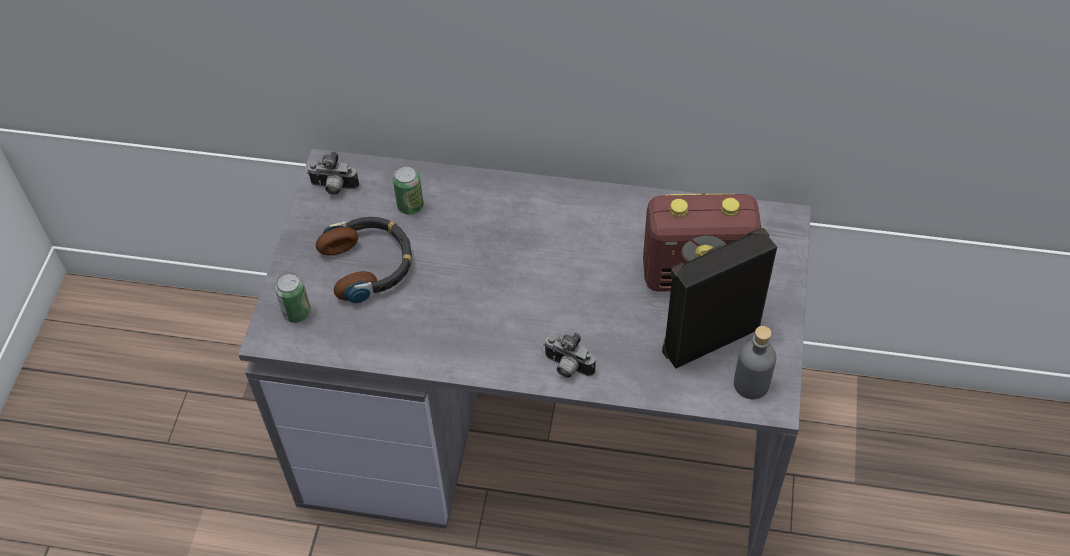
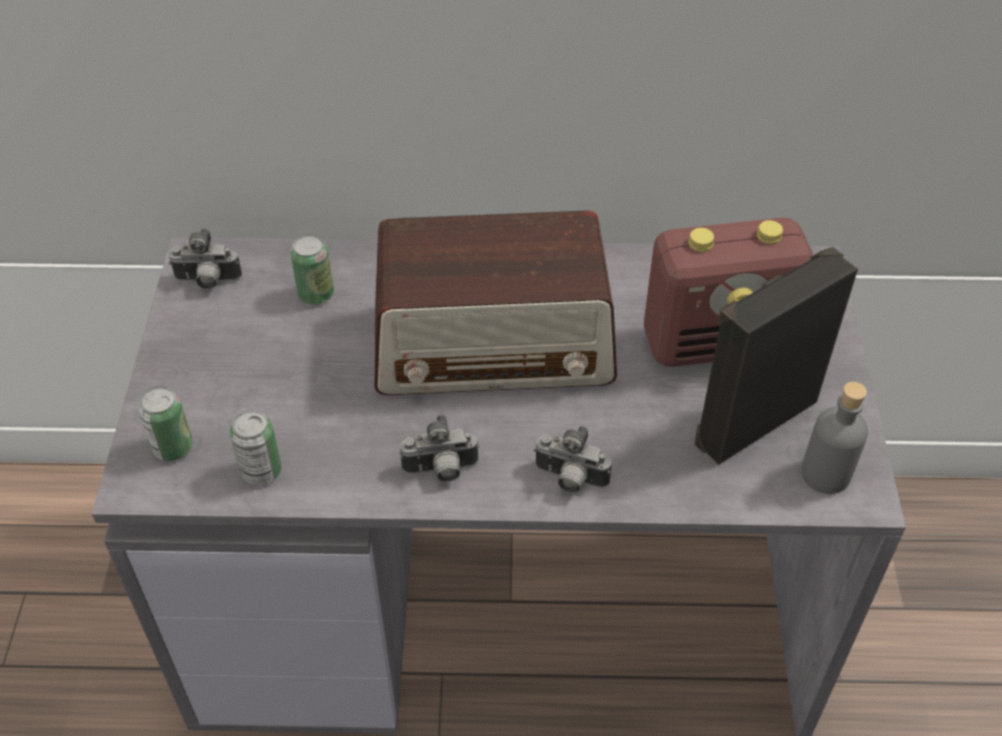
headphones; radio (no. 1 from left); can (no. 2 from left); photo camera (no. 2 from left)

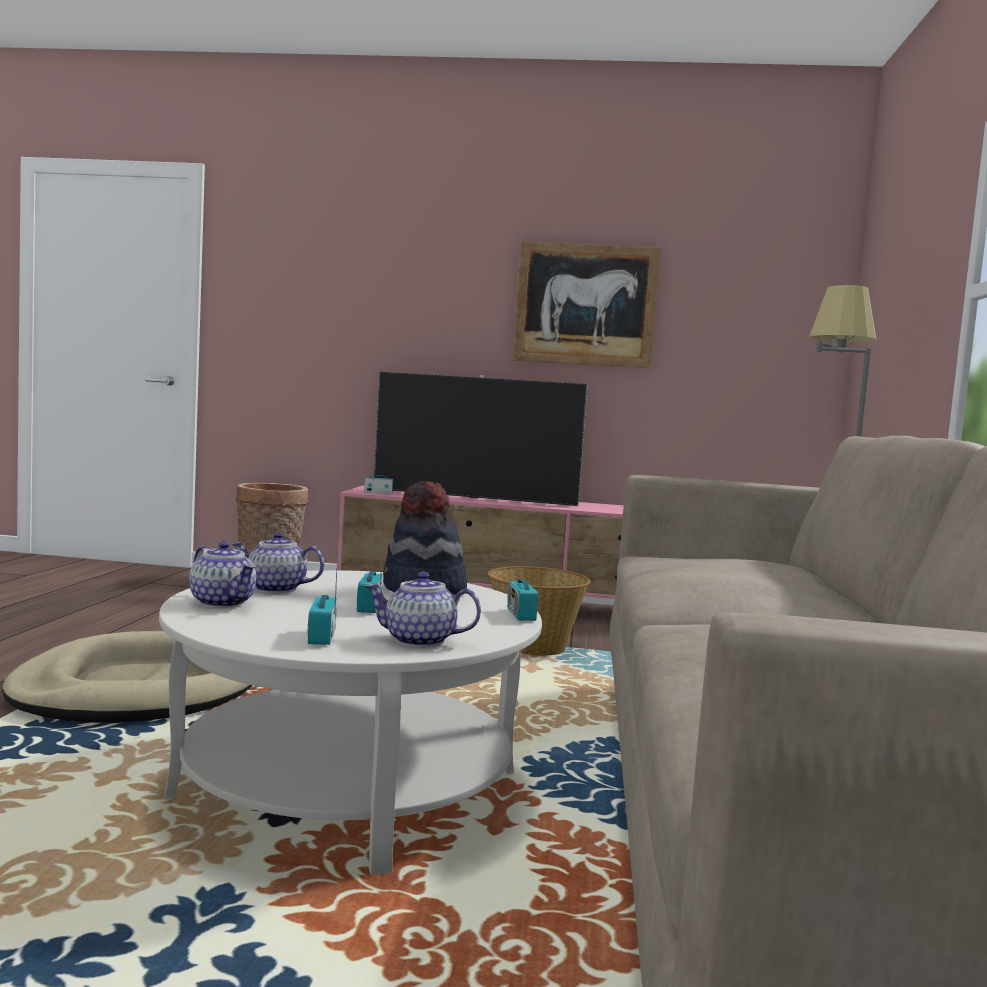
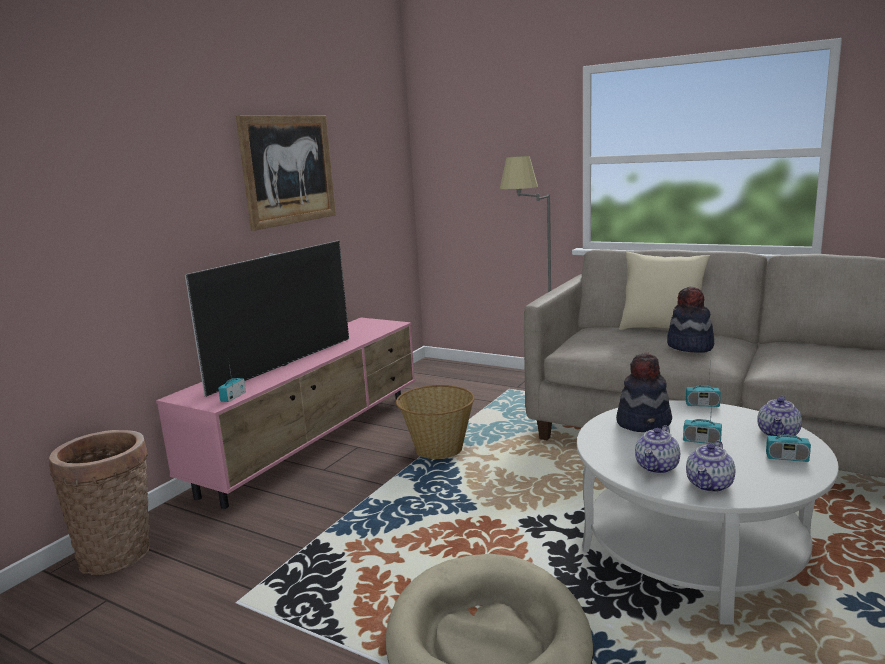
teapot (no. 2 from left); pillow (beige); hat (no. 2 from left)

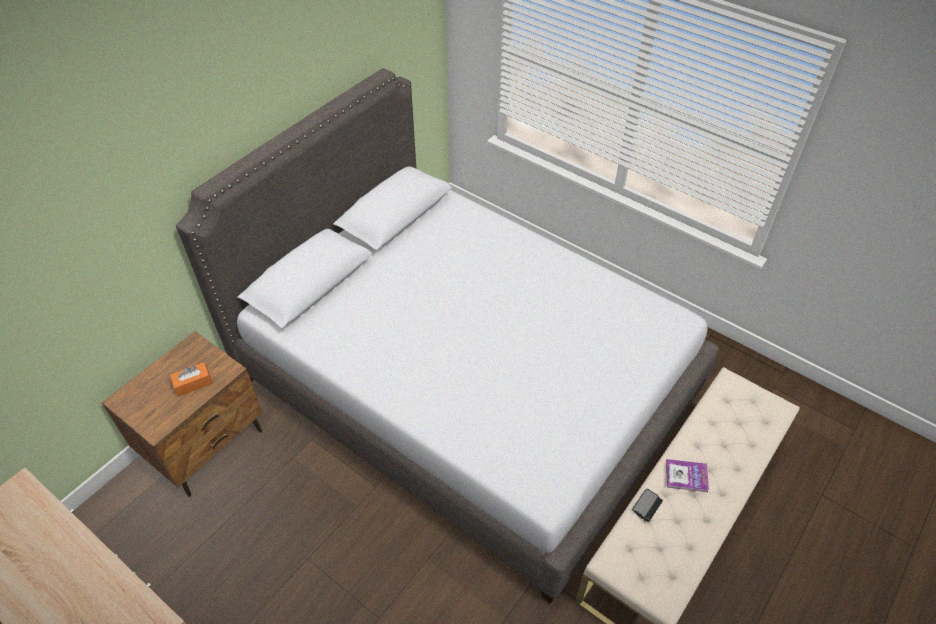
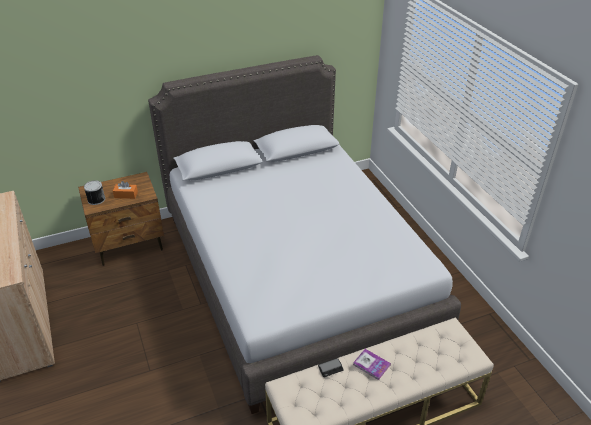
can

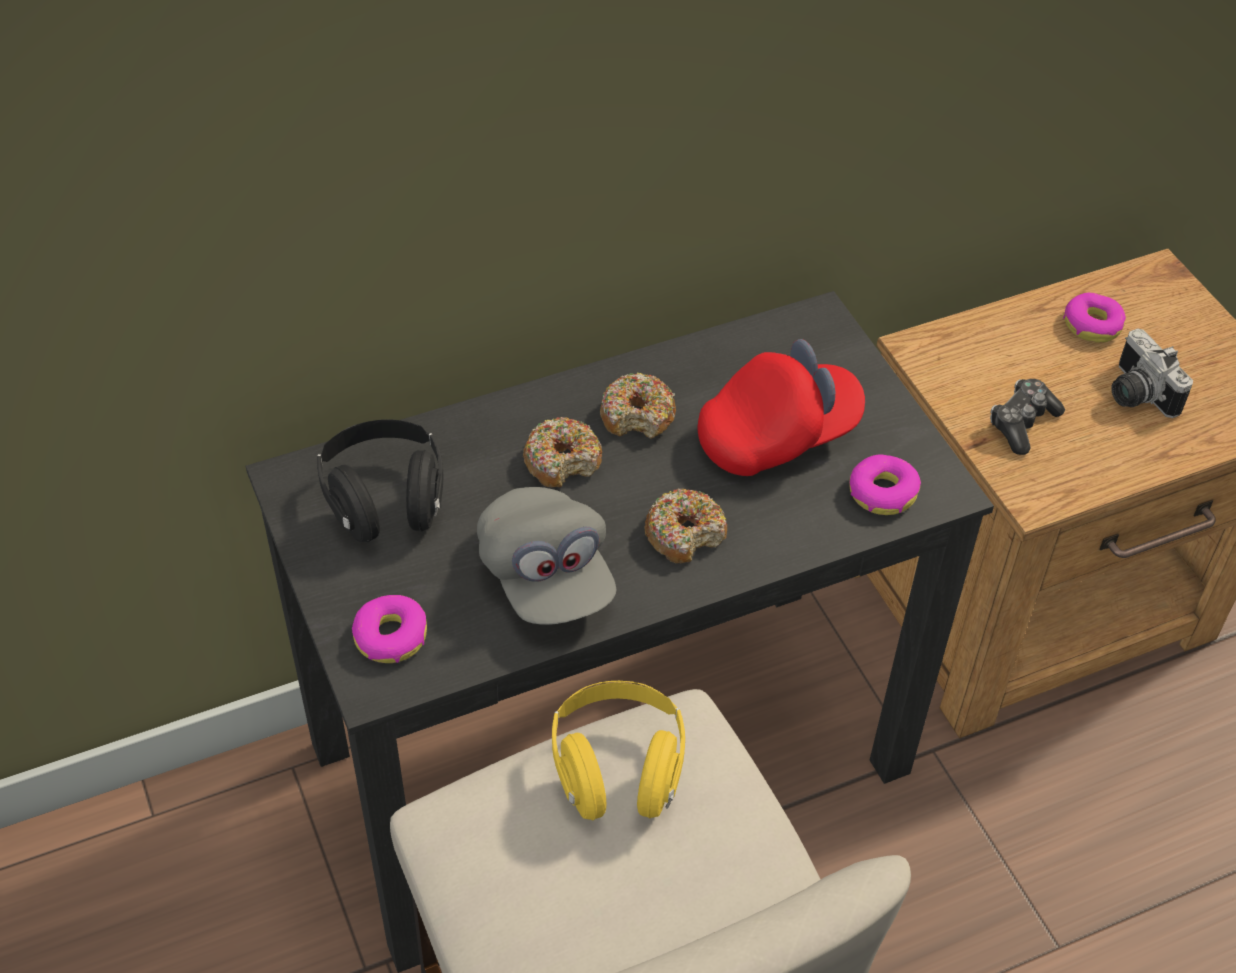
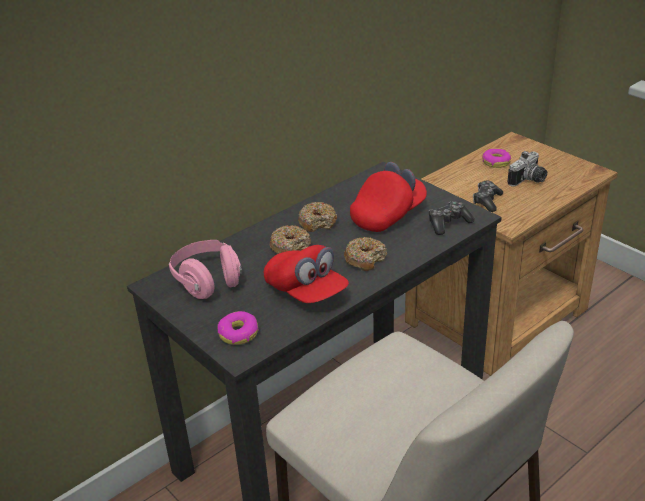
photo camera; headphones (pink); game controller (no. 1 from left); cap (red) (no. 1 from left); headphones (yellow)

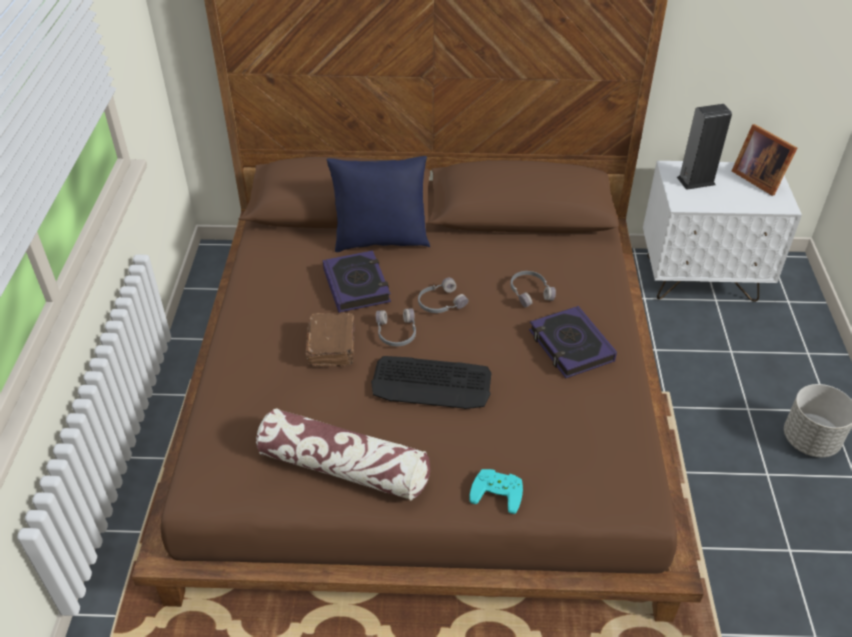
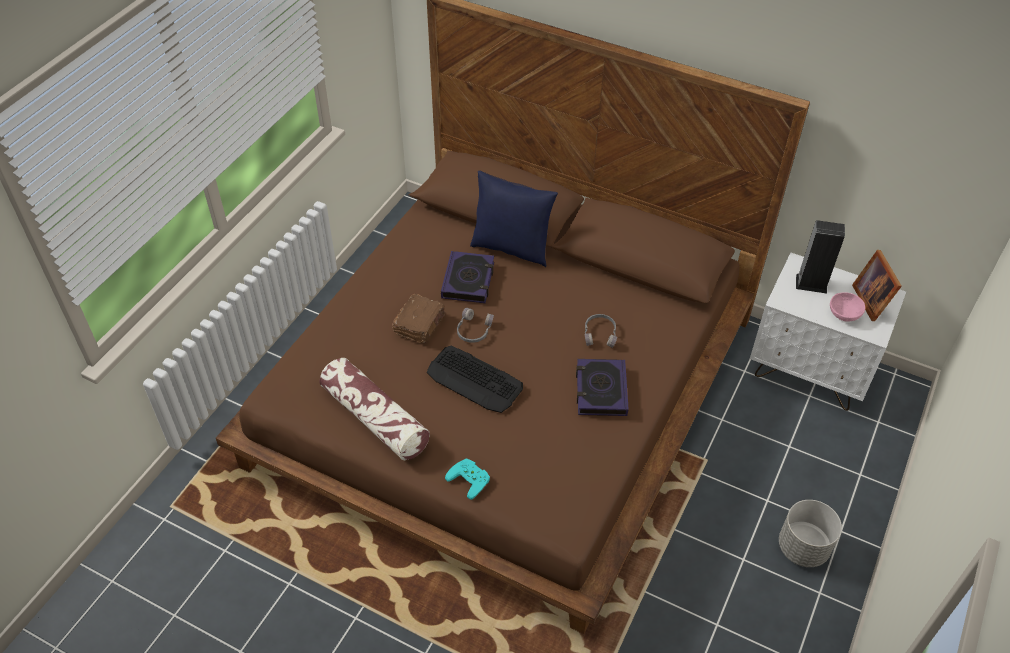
headphones (grey) (no. 2 from left in the first image); bowl (pink)

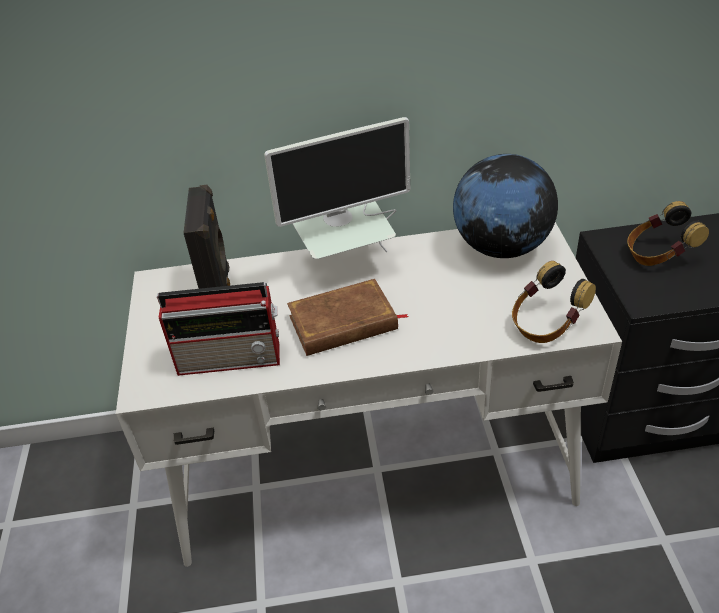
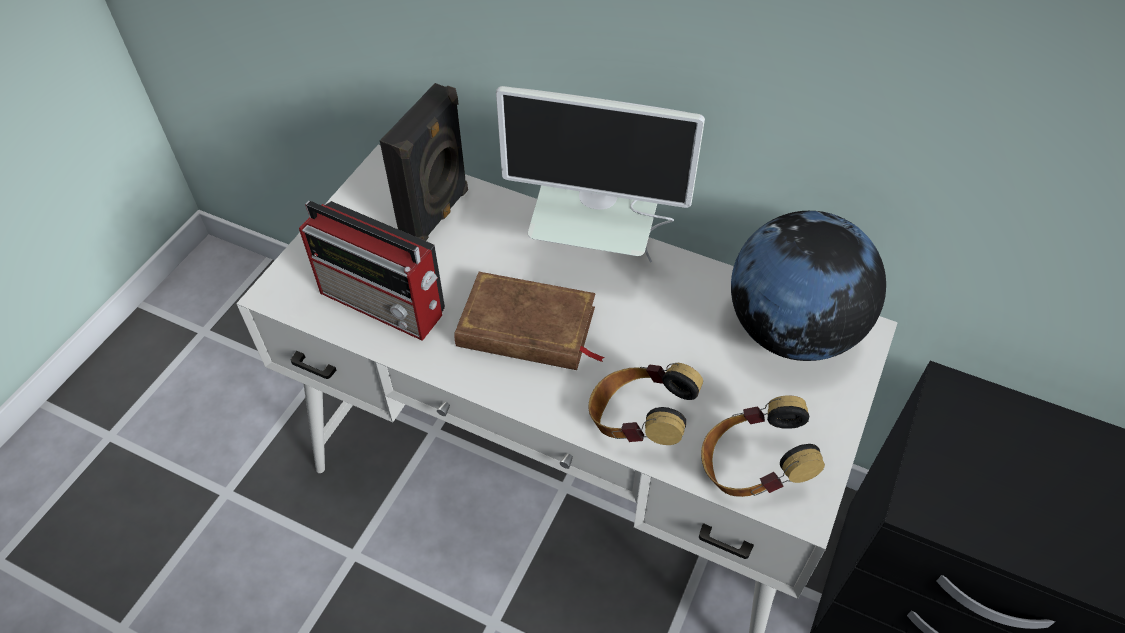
headphones (no. 1 from left)

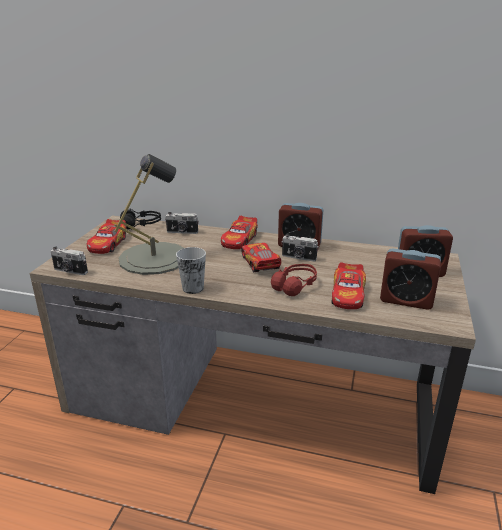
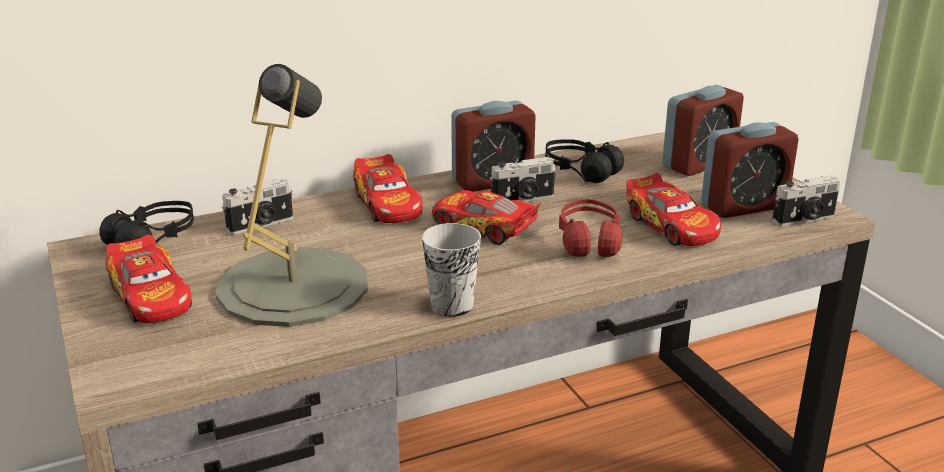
photo camera (no. 3 from left); headphones (black) (no. 2 from left)

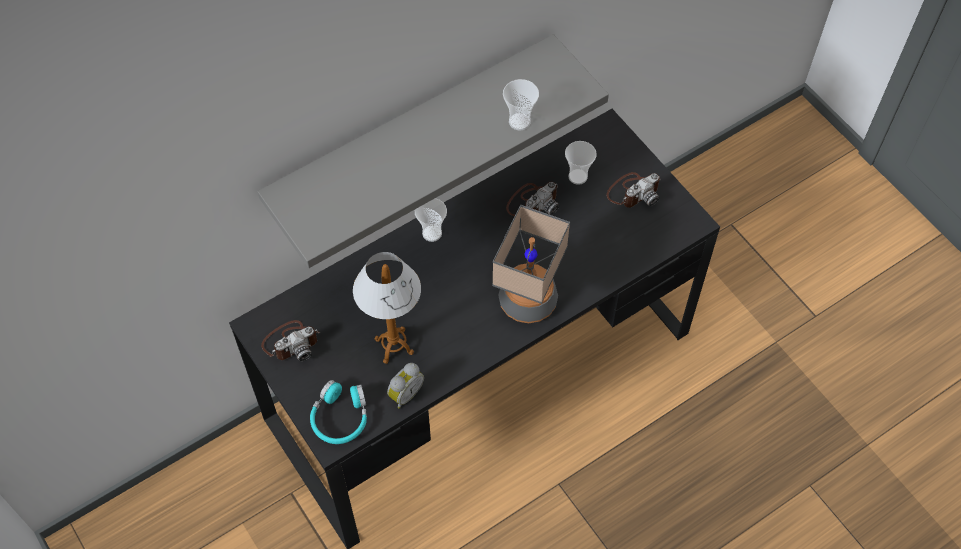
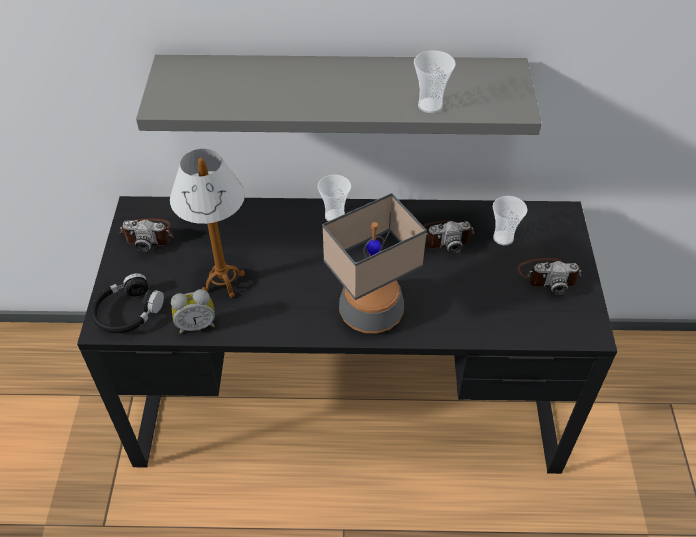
headphones (black)

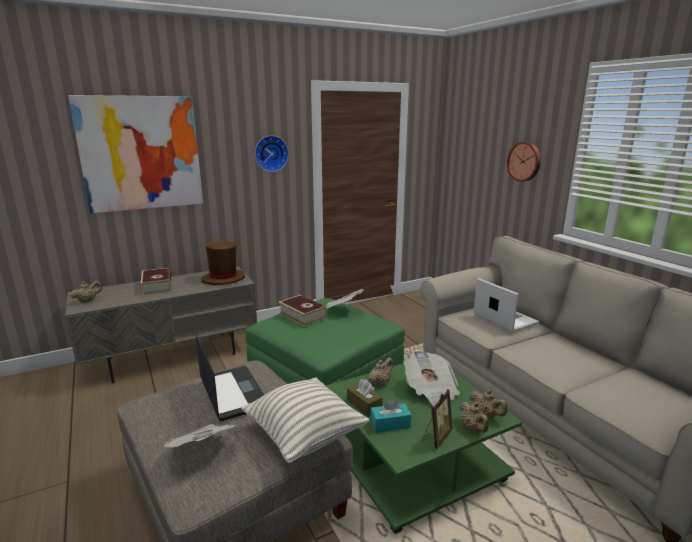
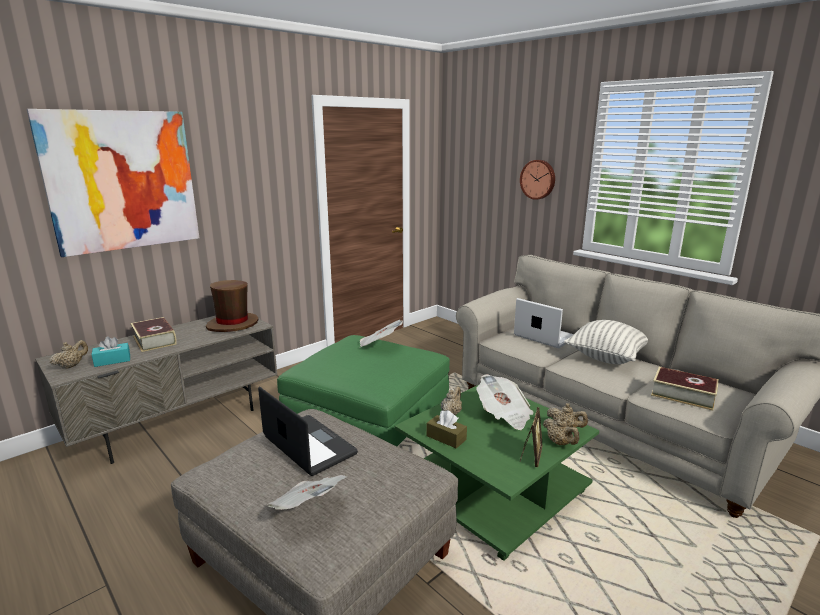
wall clock (no. 1 from left in the first image); book (no. 2 from left); pillow; tissue box (turquoise)

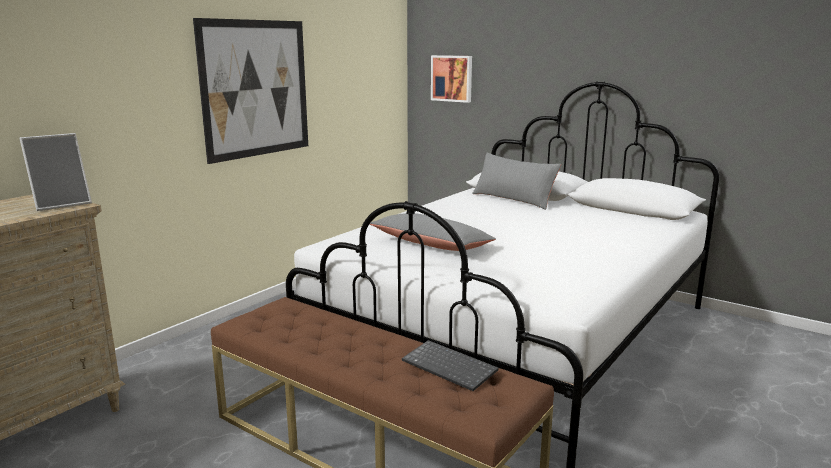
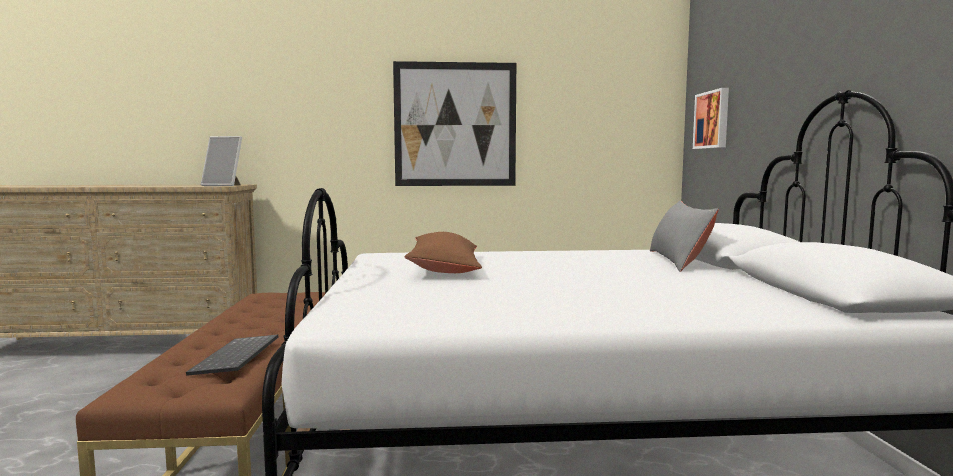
pillow (brown)

